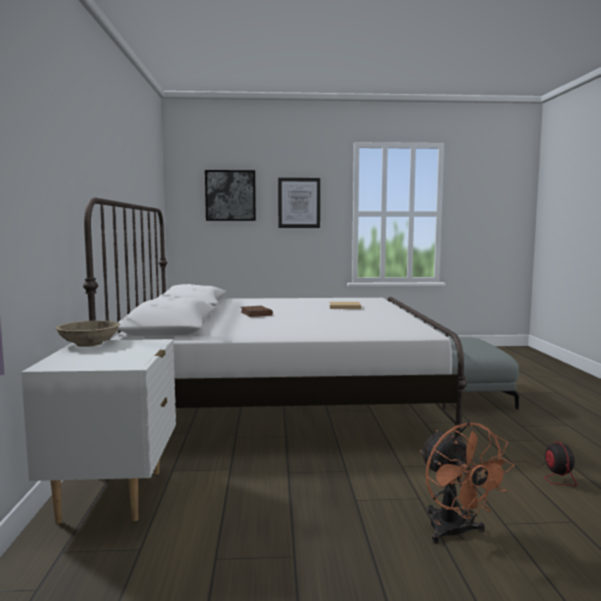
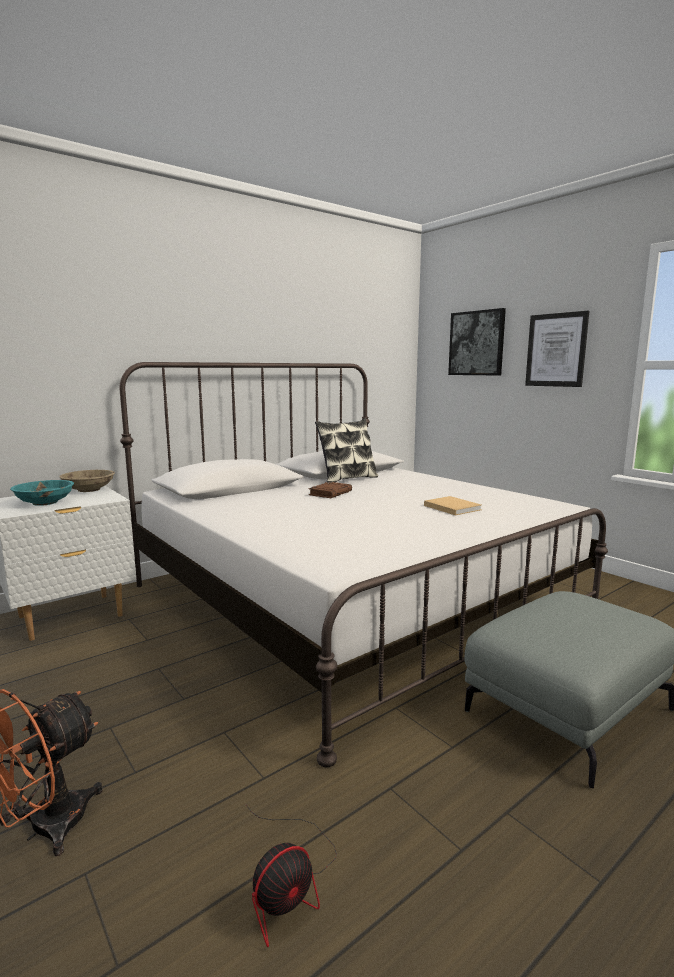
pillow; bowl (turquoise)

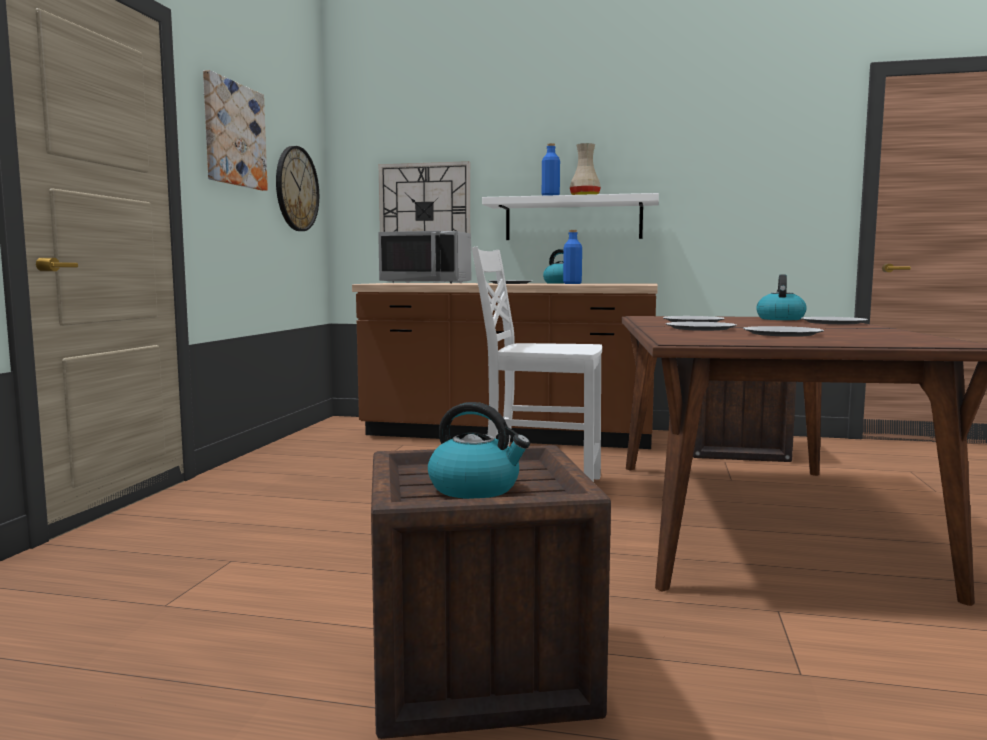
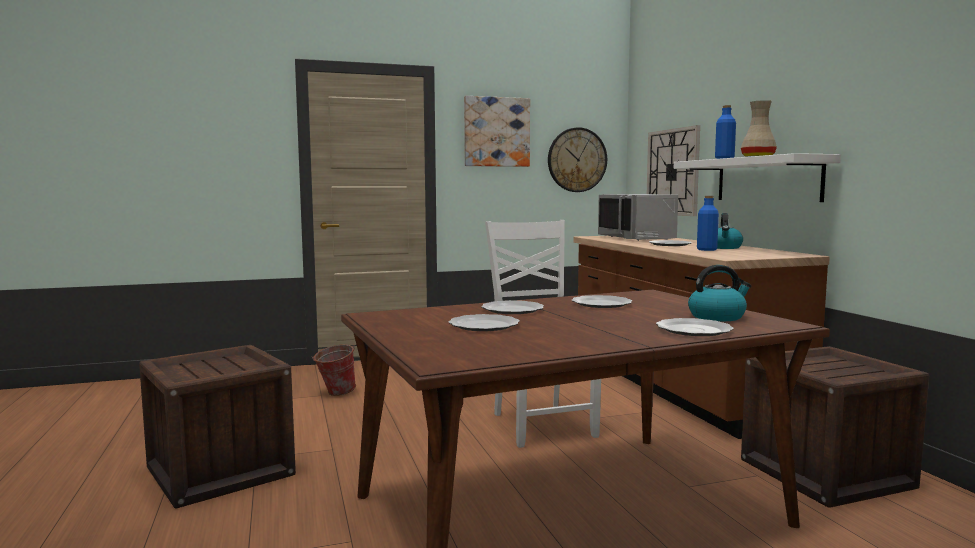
kettle (no. 1 from left in the first image); bucket

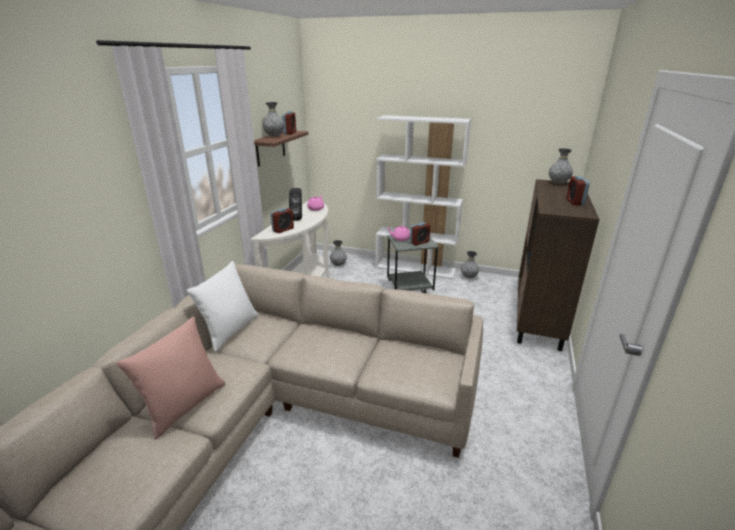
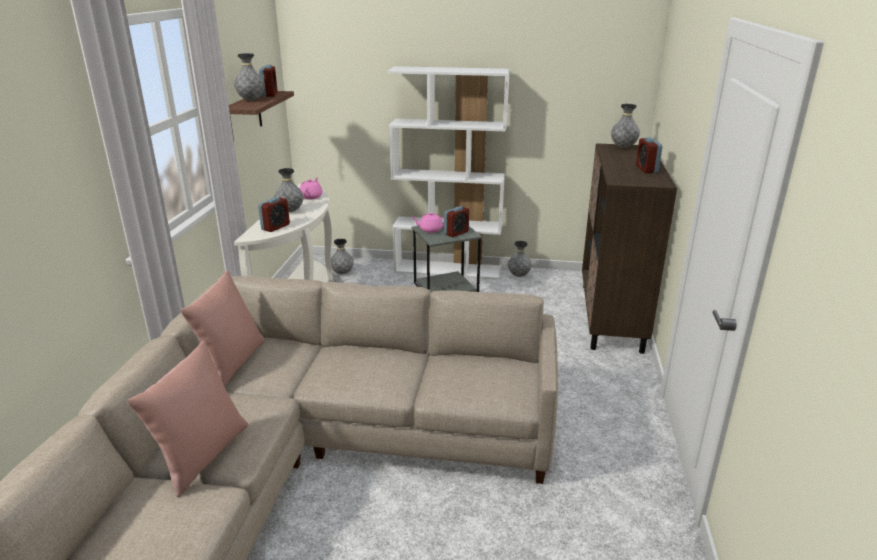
vase (grey) (no. 2 from left); pillow (pink) (no. 2 from left)

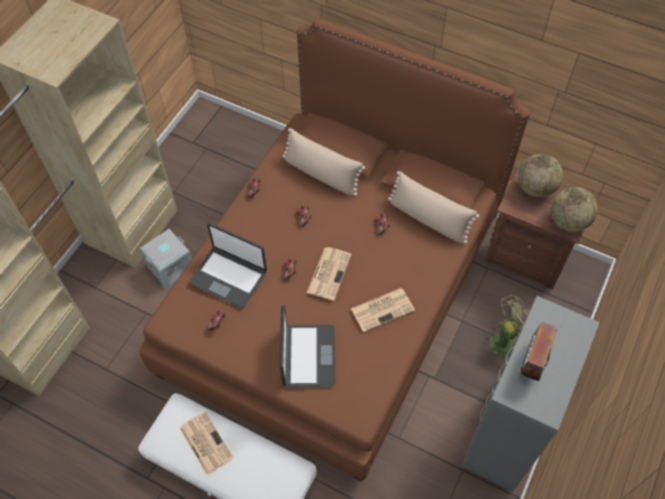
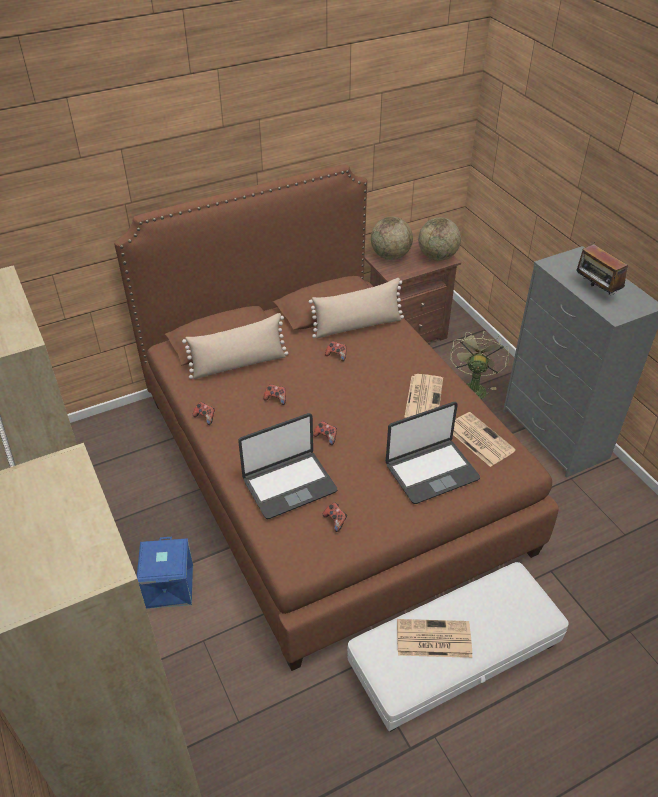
storage box (blue); newspaper (no. 3 from left); laptop (no. 2 from left)

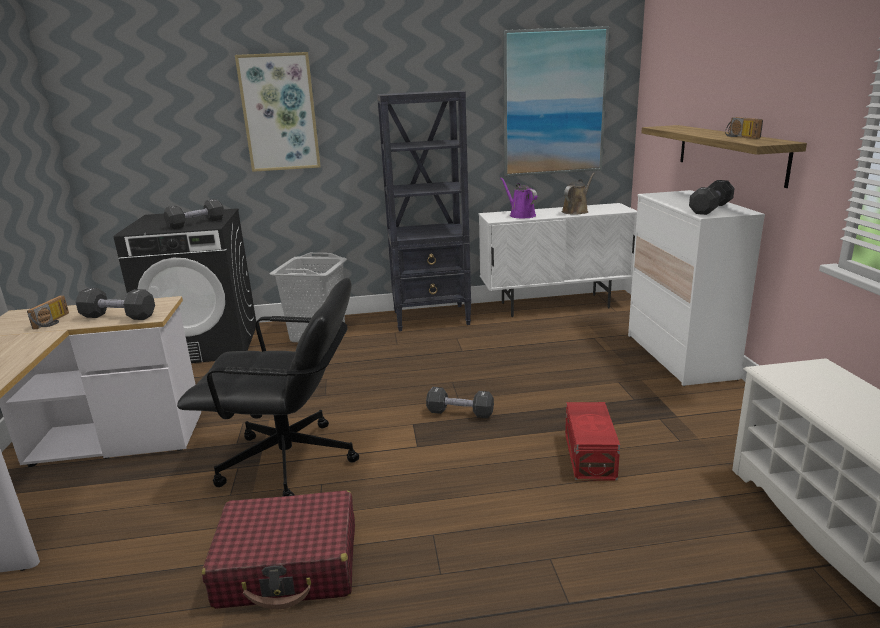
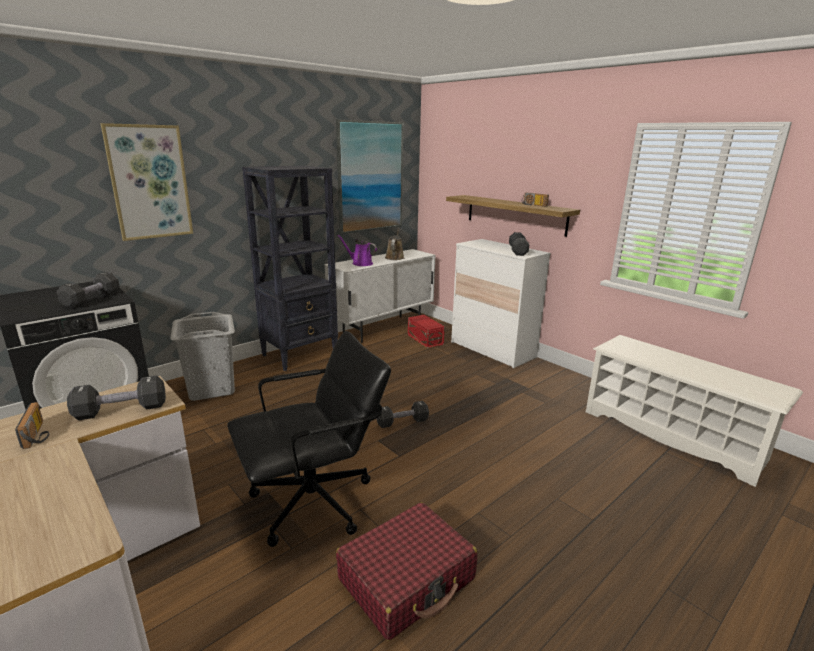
storage box (red)

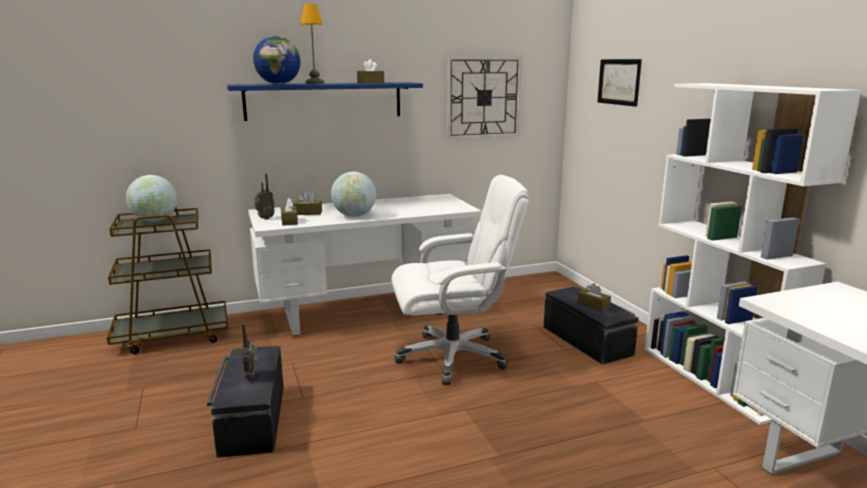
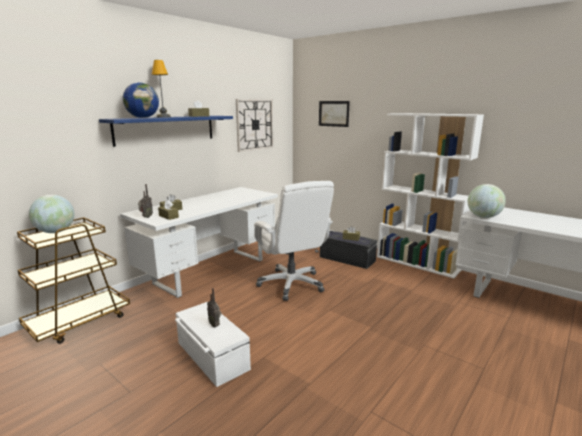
globe (no. 3 from left); office chair (white); storage box (white)

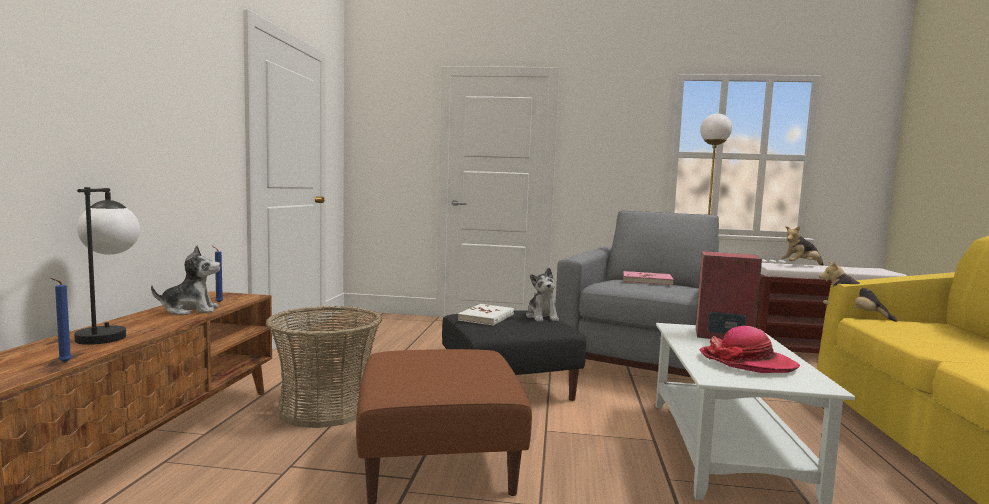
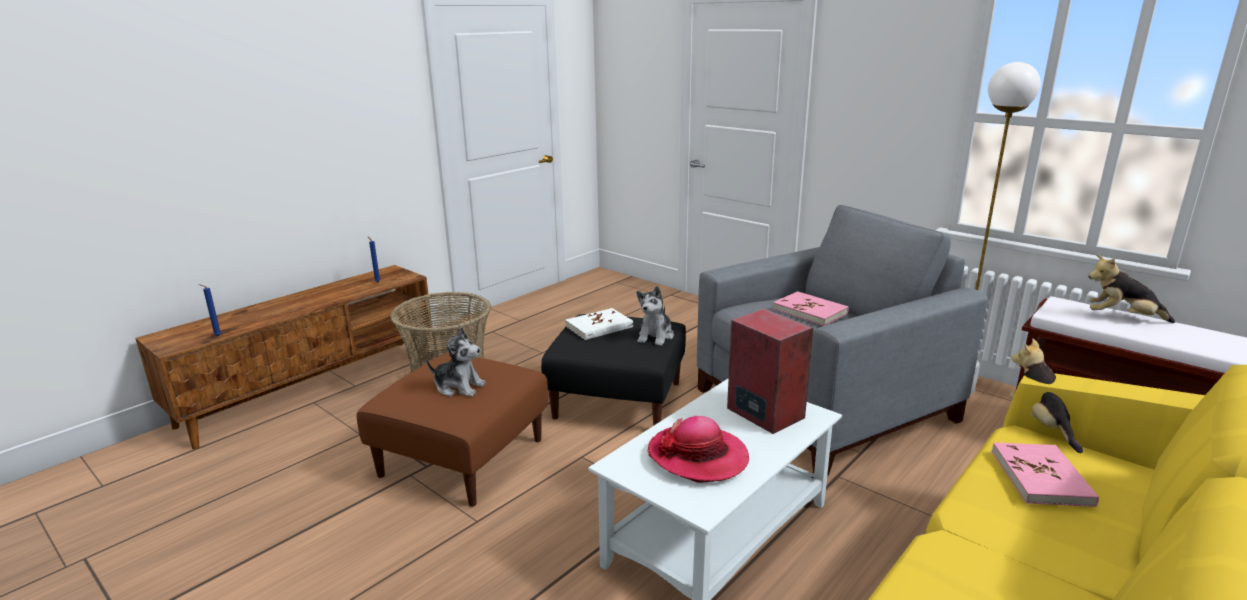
table lamp; plush toy (no. 1 from left); book (pink) (no. 2 from left)

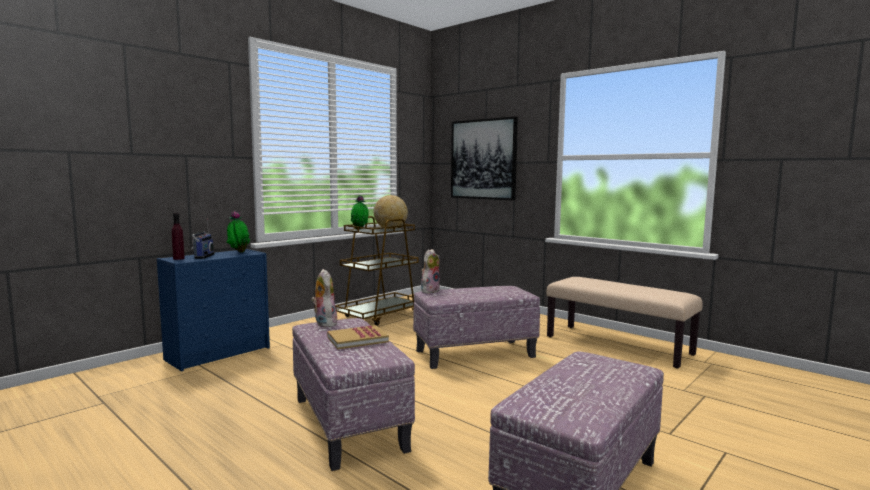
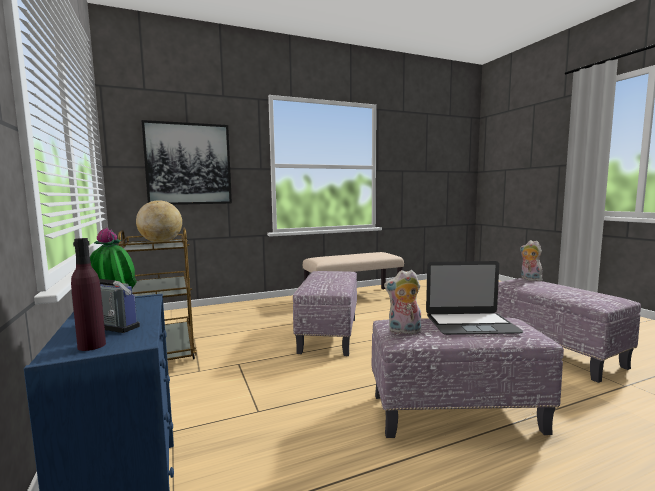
potted plant (no. 2 from left in the first image); plush toy (no. 2 from left); laptop

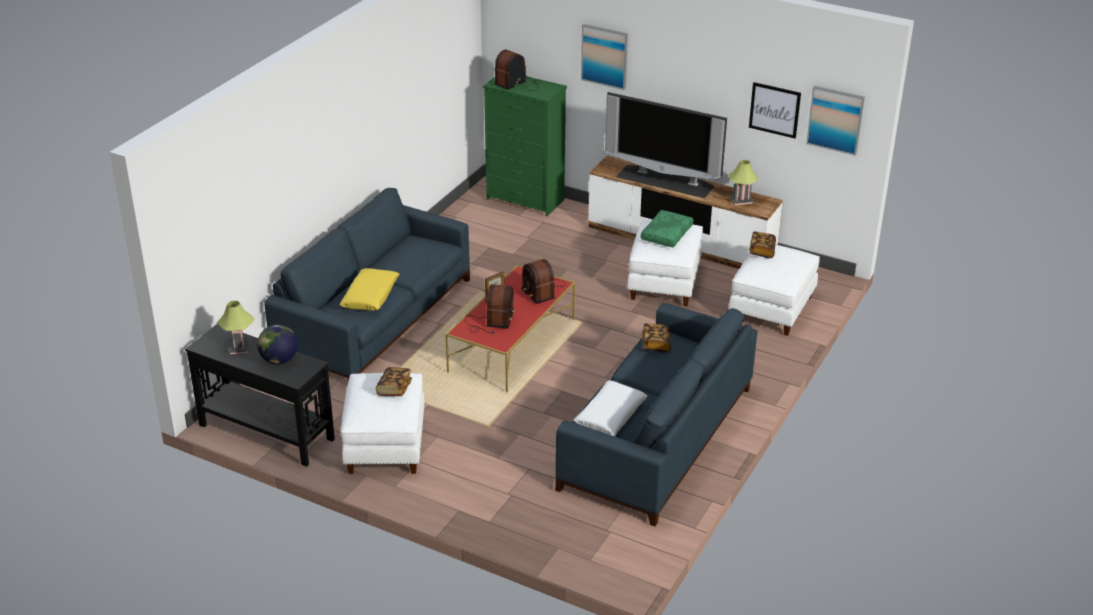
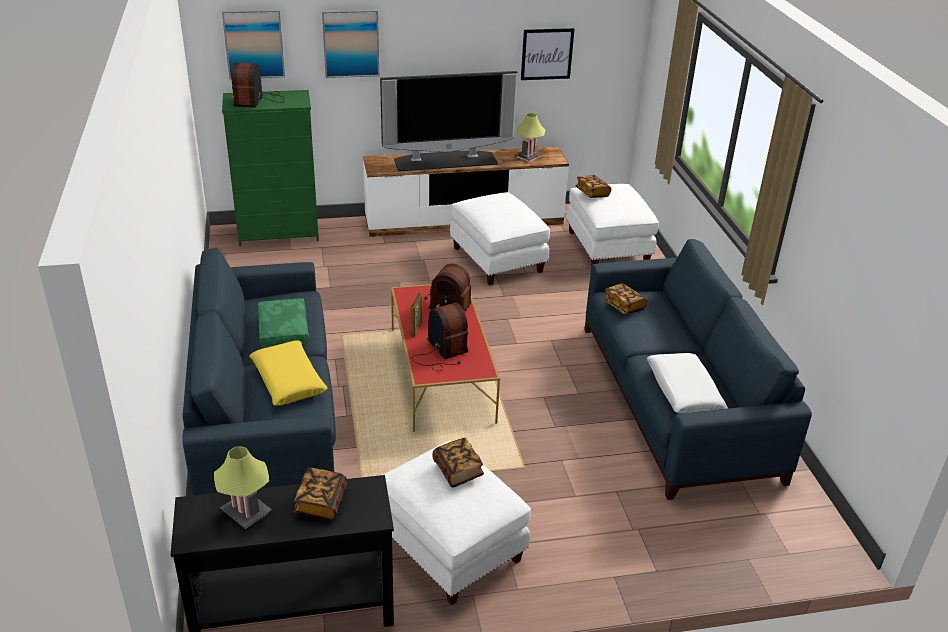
picture (no. 1 from left); pillow (green); book (no. 1 from left)

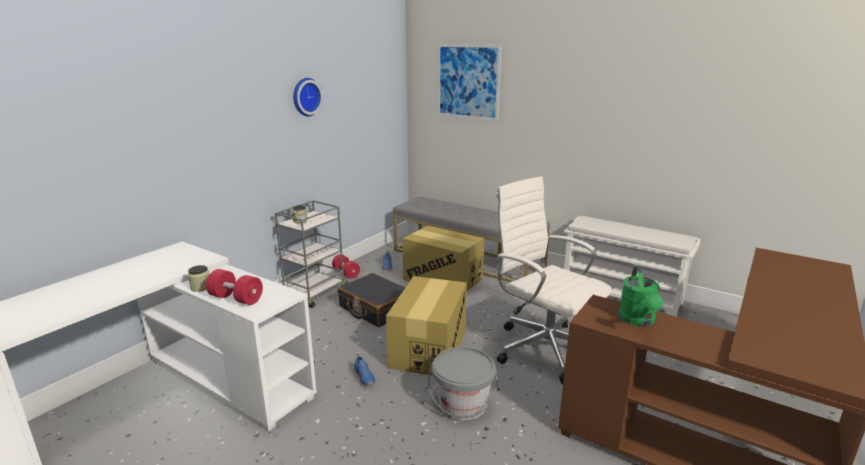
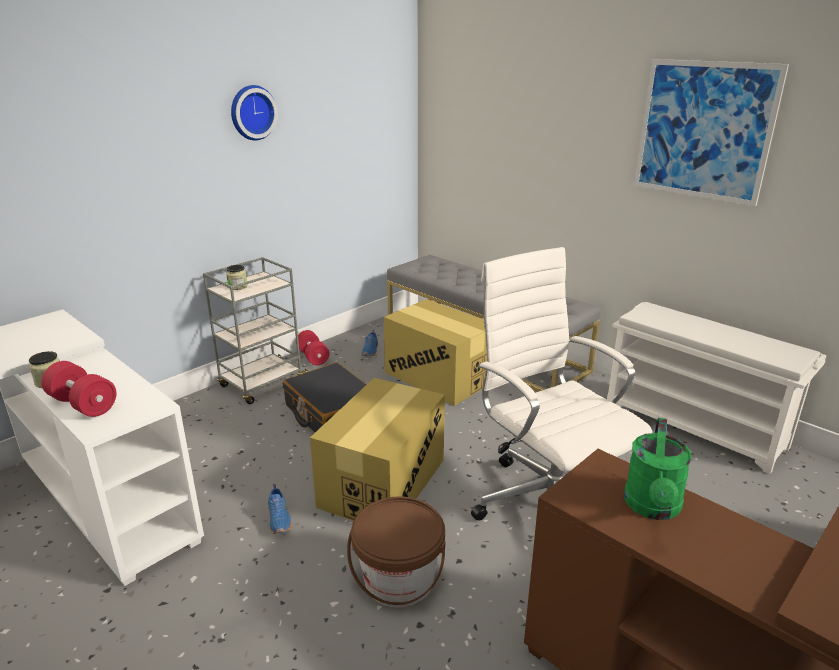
picture; bucket (brown)

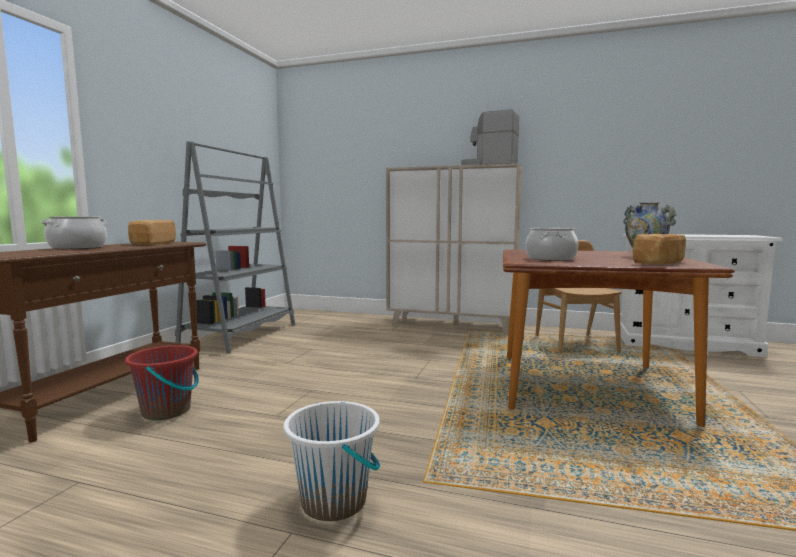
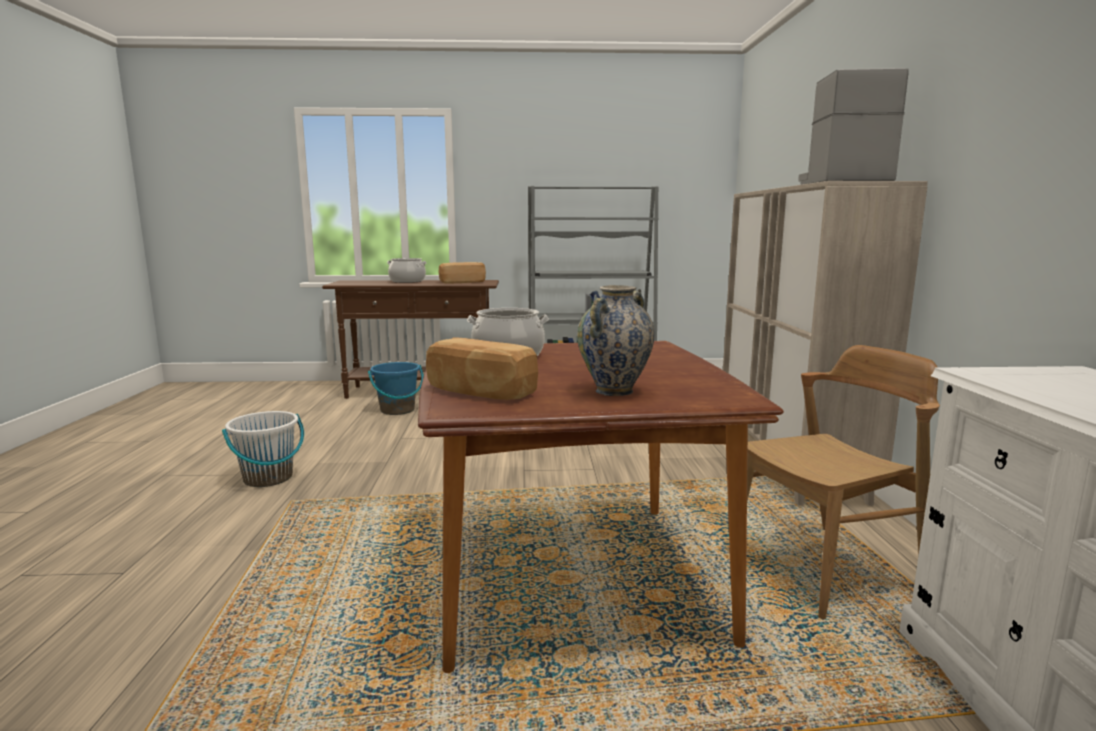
bucket (blue)

